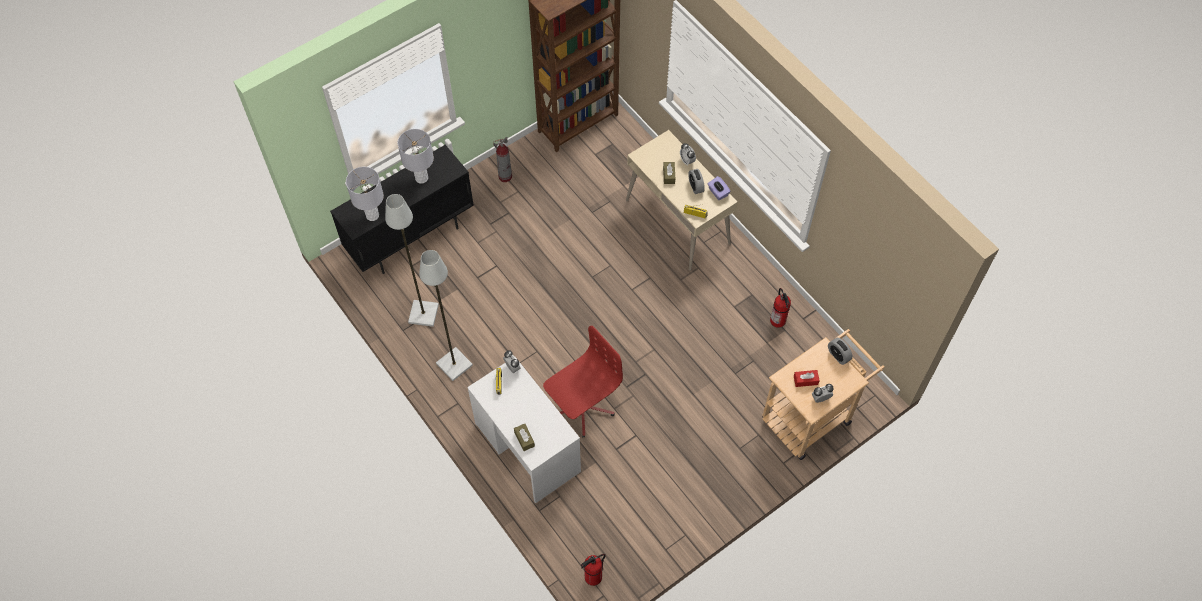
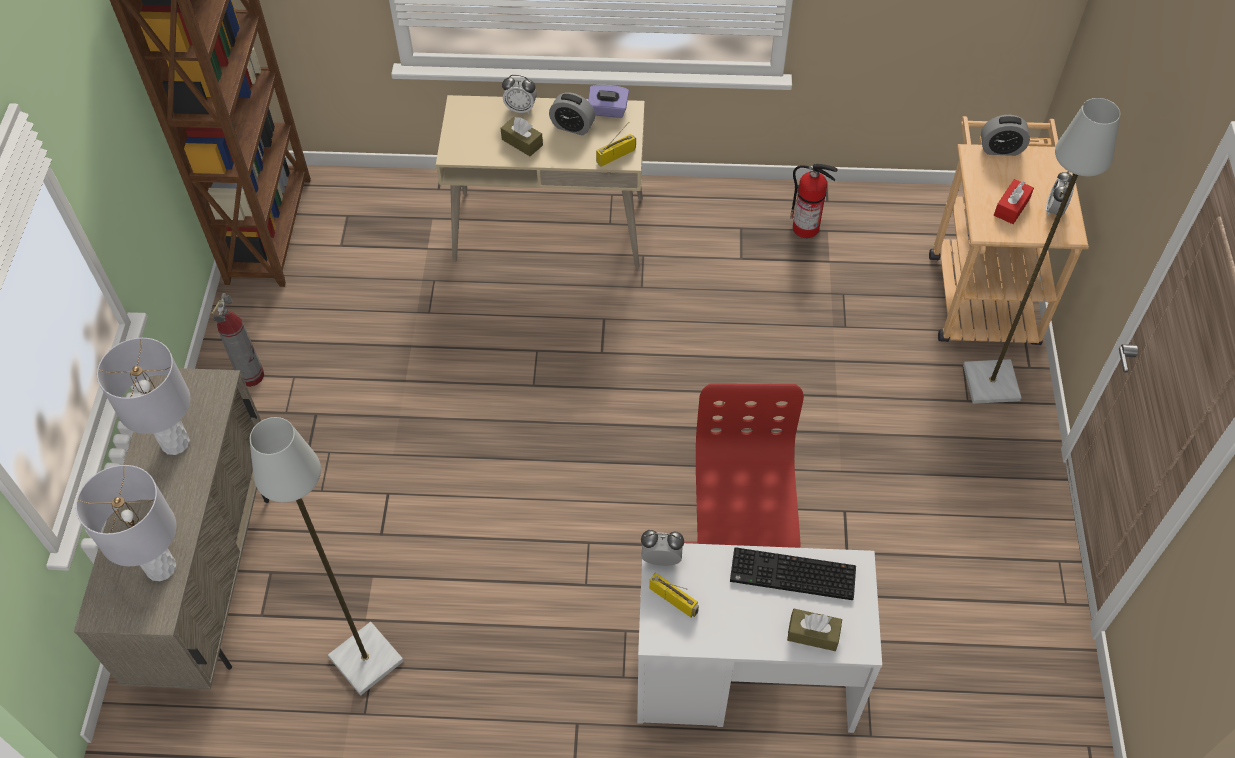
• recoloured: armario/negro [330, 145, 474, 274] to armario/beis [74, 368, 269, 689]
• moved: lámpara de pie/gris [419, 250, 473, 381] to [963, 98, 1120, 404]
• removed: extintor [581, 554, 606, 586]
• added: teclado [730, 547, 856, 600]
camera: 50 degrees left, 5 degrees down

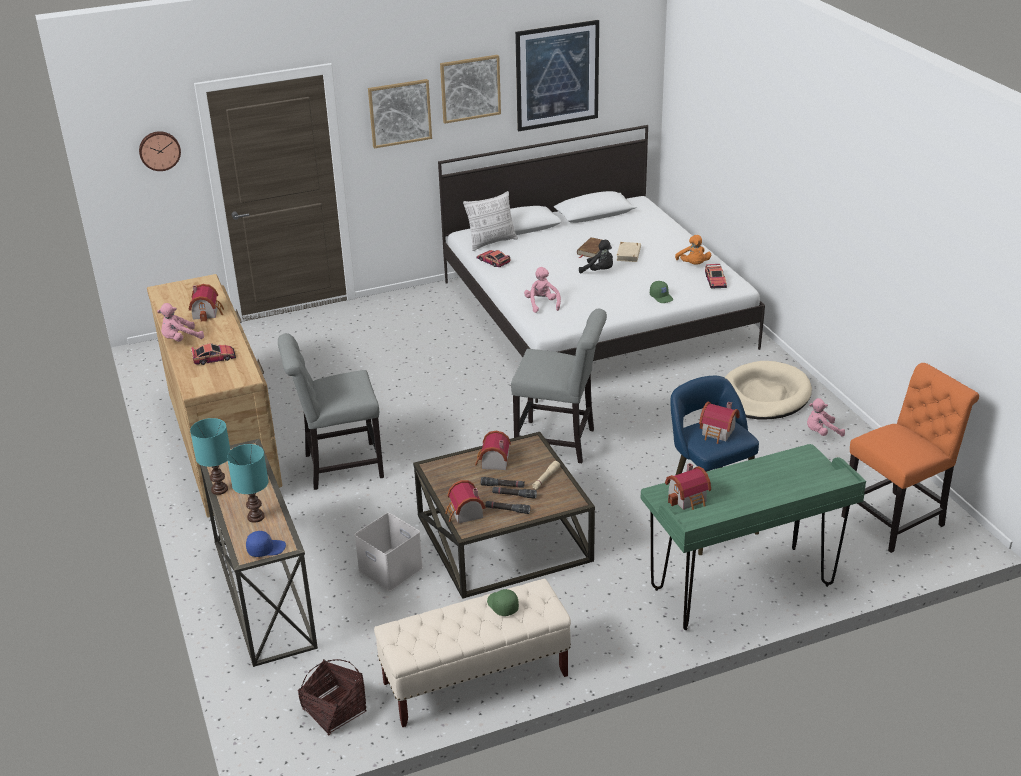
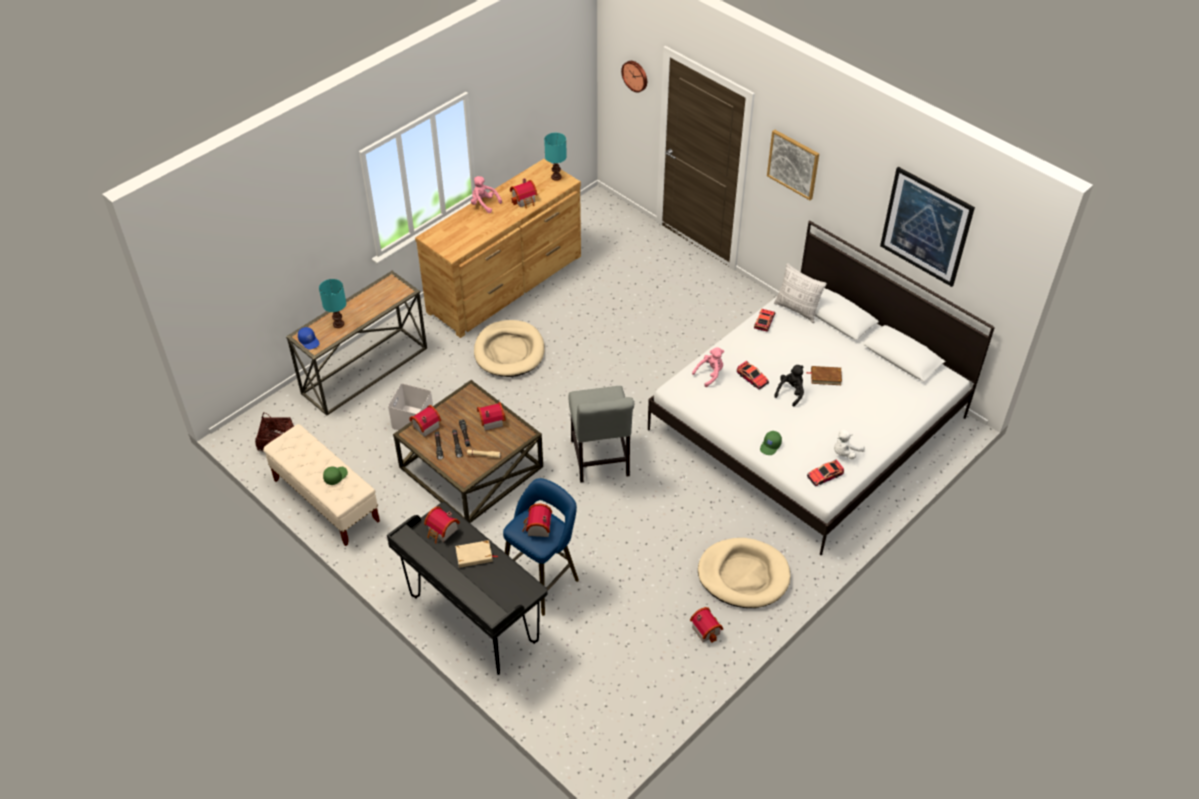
• removed: cuadro [440, 55, 501, 123]
• recoloured: peluche/naranja [675, 235, 711, 265] to peluche/blanco [834, 429, 865, 459]
• turned: peluche/negro [579, 240, 613, 274] = [774, 365, 804, 407] 150 degrees counterclockwise
• moved: libro/beis [616, 242, 641, 262] to [455, 540, 498, 568]
• replaced: silla/gris [278, 333, 384, 490] to cama para perro/beis [474, 320, 544, 377]
• moved: coche de juguete [191, 343, 236, 365] to [737, 361, 769, 390]
• removed: silla/naranja [841, 363, 979, 553]
• replaced: peluche/rosa [807, 398, 845, 436] to casita [690, 607, 723, 643]
• moved: lámpara de mesa/turquesa [190, 418, 230, 495] to [544, 133, 567, 181]
• recoloured: escritorio/verde [641, 444, 866, 630] to escritorio/negro [387, 502, 548, 675]
camera: 65 degrees right, 15 degrees up

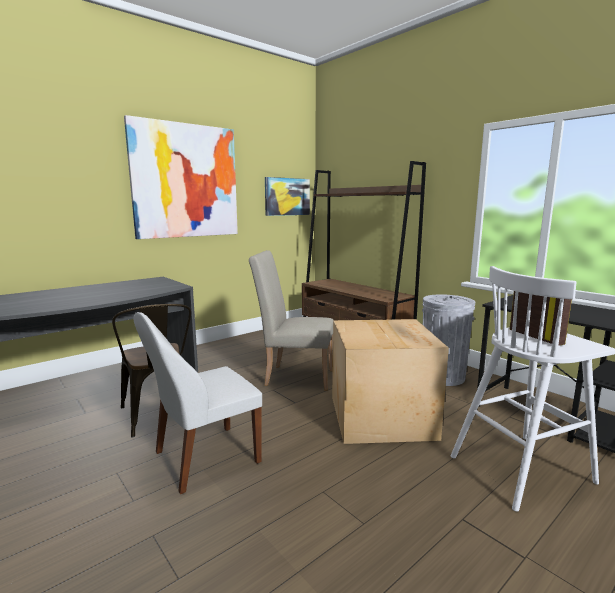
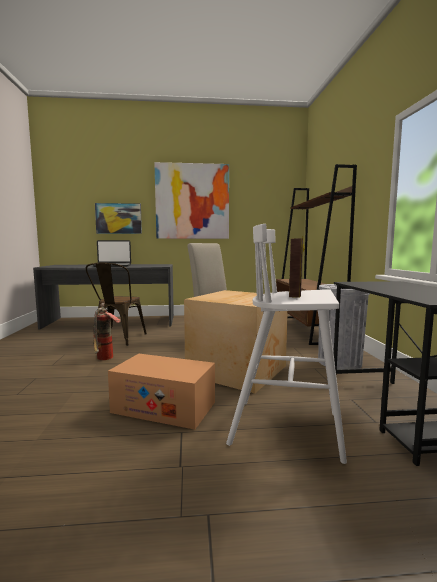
• moved: cuadro [265, 177, 310, 216] to [95, 203, 142, 234]
• replaced: silla/blanco [133, 312, 262, 494] to extintor [93, 303, 121, 360]
• added: portátil [93, 240, 131, 267]
• added: caja de cartón [108, 354, 215, 430]
camera: 35 degrees right, 5 degrees down

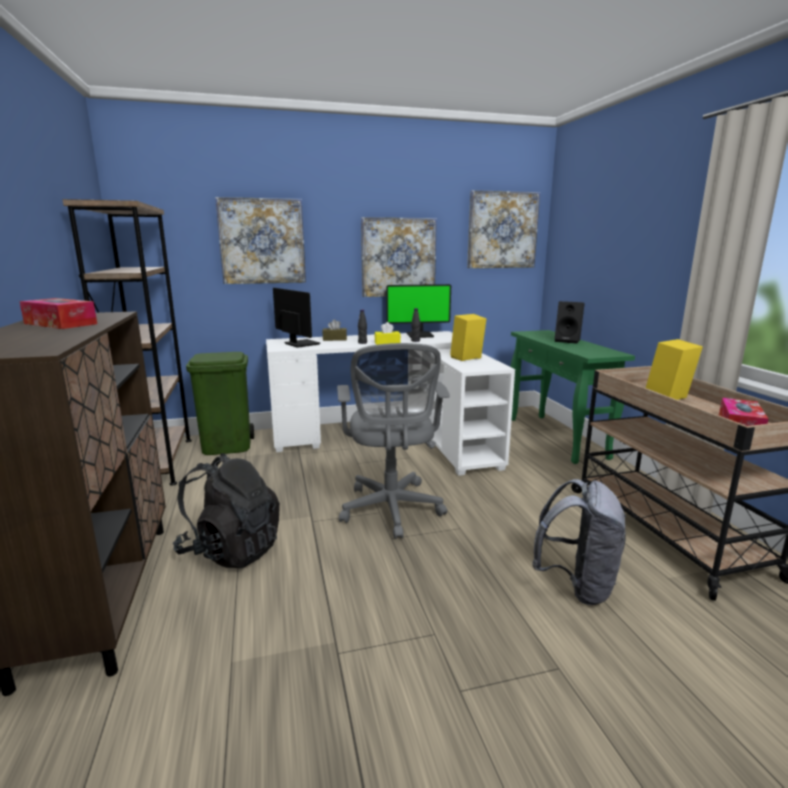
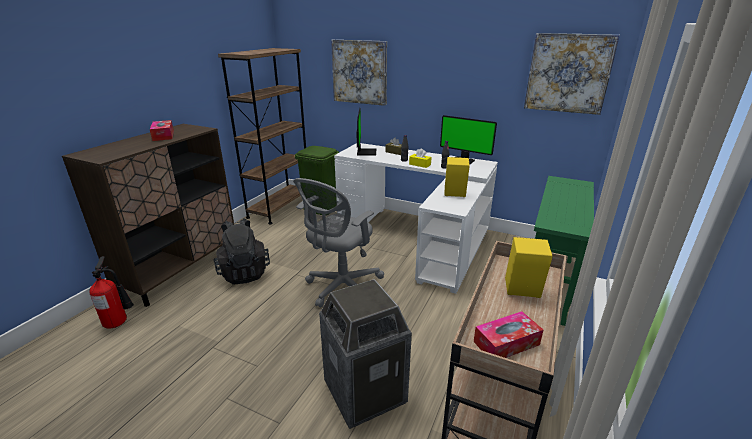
• removed: cuadro [361, 217, 437, 297]
• removed: altavoz/negro [555, 301, 585, 344]
• replaced: mochila/gris [532, 479, 626, 605] to papelera [319, 279, 412, 429]
• added: extintor [90, 256, 134, 329]
camera: 40 degrees right, 10 degrees up

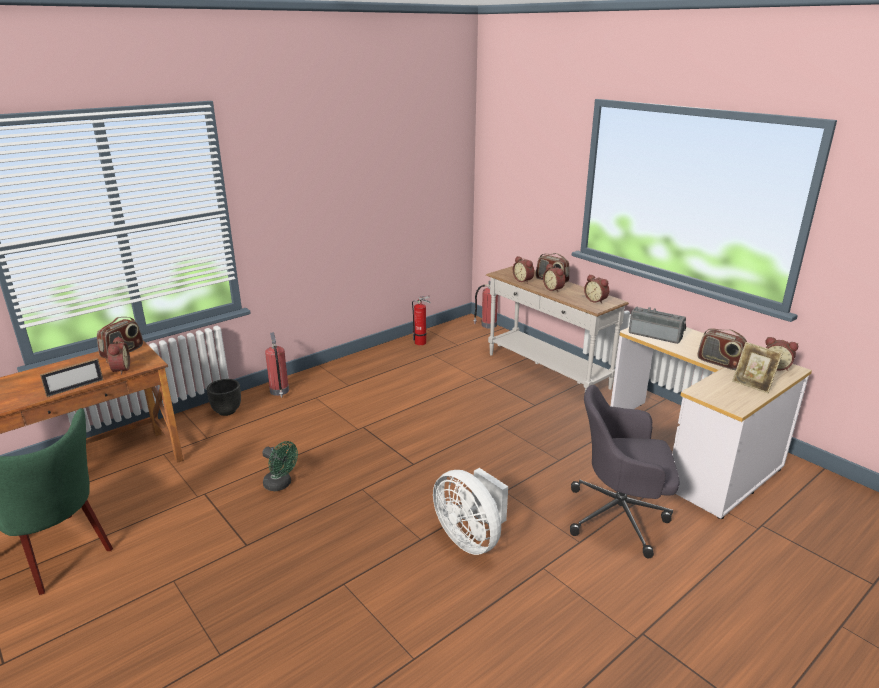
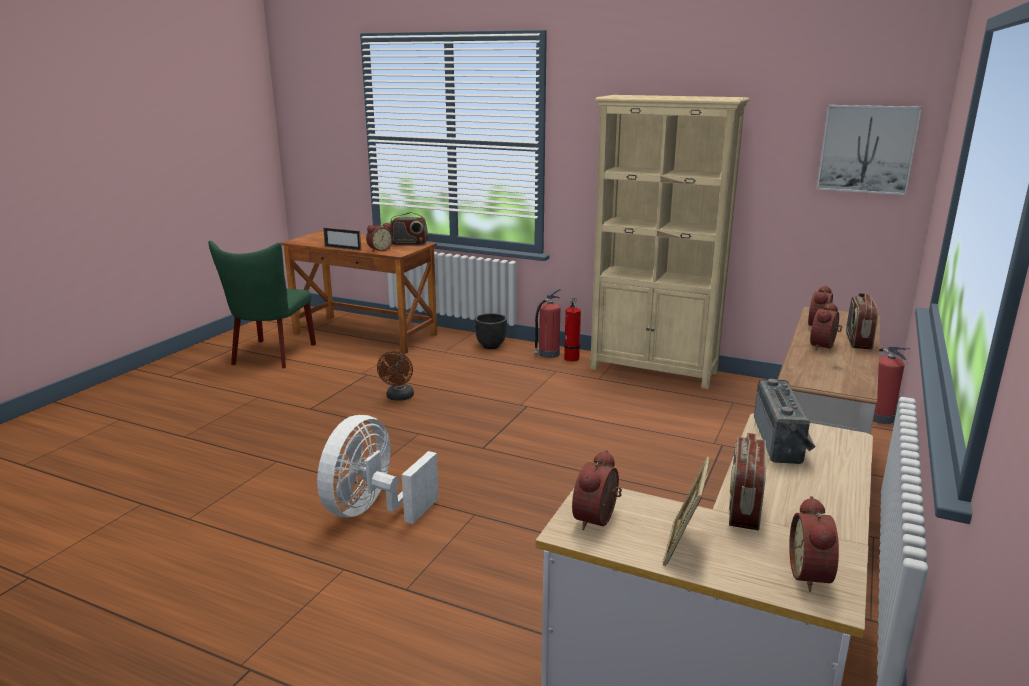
• moved: despertador [584, 274, 609, 304] to [572, 450, 622, 530]
• moved: extintor [412, 296, 431, 345] to [564, 298, 581, 361]
• removed: silla de oficina/gris [570, 385, 680, 558]
• recoloured: ventilador/verde [262, 441, 298, 491] to ventilador/marrón [377, 351, 414, 401]
• added: estantería/beis [590, 95, 750, 389]
• added: cuadro [816, 105, 922, 195]
camera: 65 degrees right, 5 degrees down

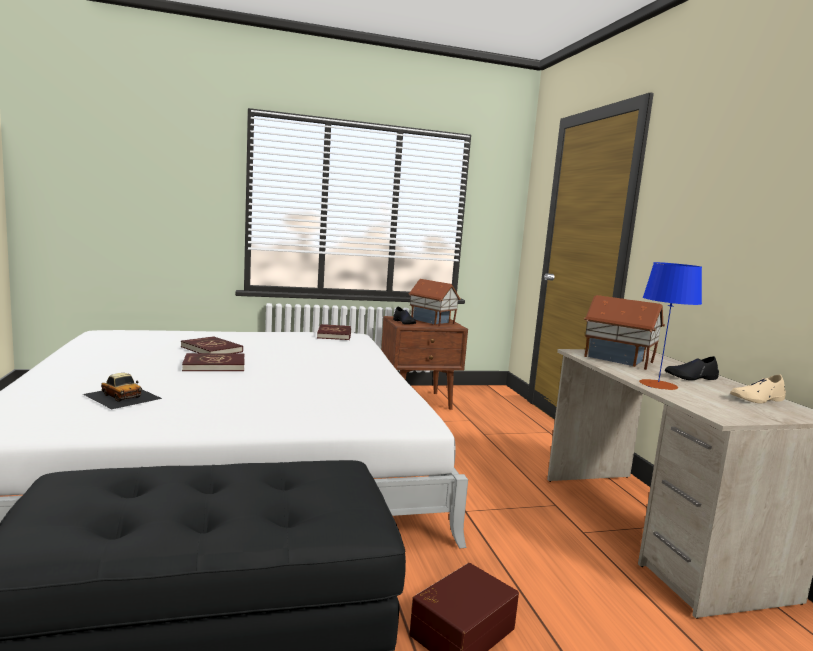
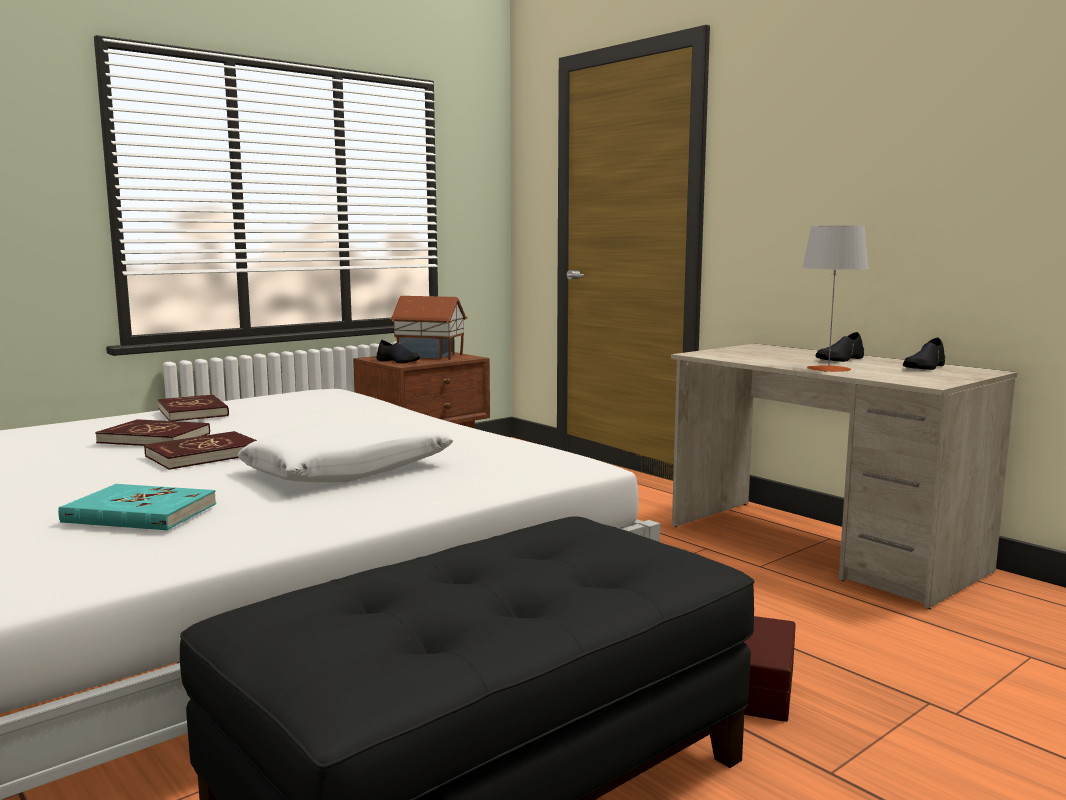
• recoloured: lámpara de mesa/azul [639, 262, 702, 390] to lámpara de mesa/gris [802, 225, 869, 372]
• removed: casita [584, 295, 665, 370]
• moved: libro/rojo [317, 324, 351, 340] to [158, 394, 229, 421]
• replaced: coche de juguete [83, 373, 162, 409] to libro/turquesa [58, 484, 216, 530]
• recoloured: zapato/beis [730, 374, 786, 403] to zapato/negro [903, 337, 945, 370]
• added: cojín/blanco [237, 419, 453, 482]
camera: 25 degrees left, 0 degrees up

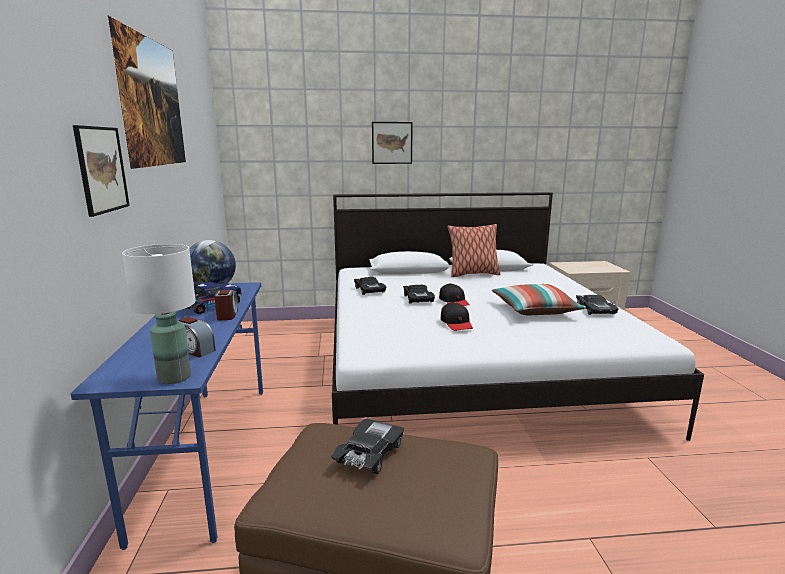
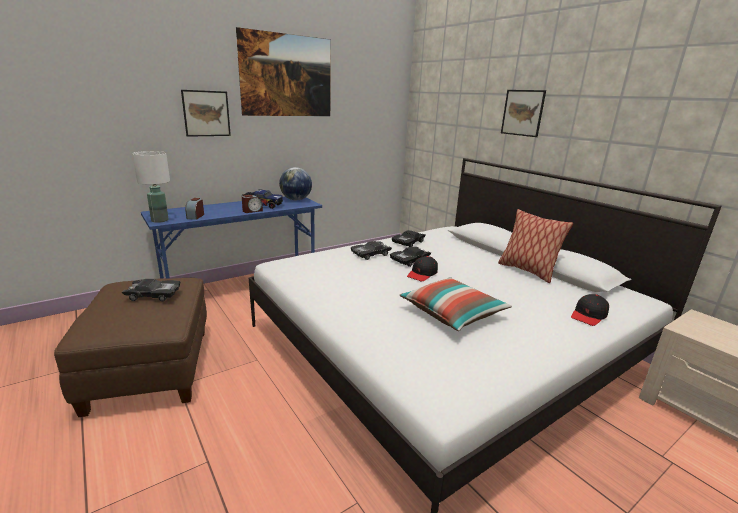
• moved: coche de juguete/negro [576, 295, 619, 315] to [351, 241, 392, 260]
• moved: gorra/negro [441, 302, 473, 331] to [571, 294, 609, 326]
camera: 60 degrees right, 5 degrees up

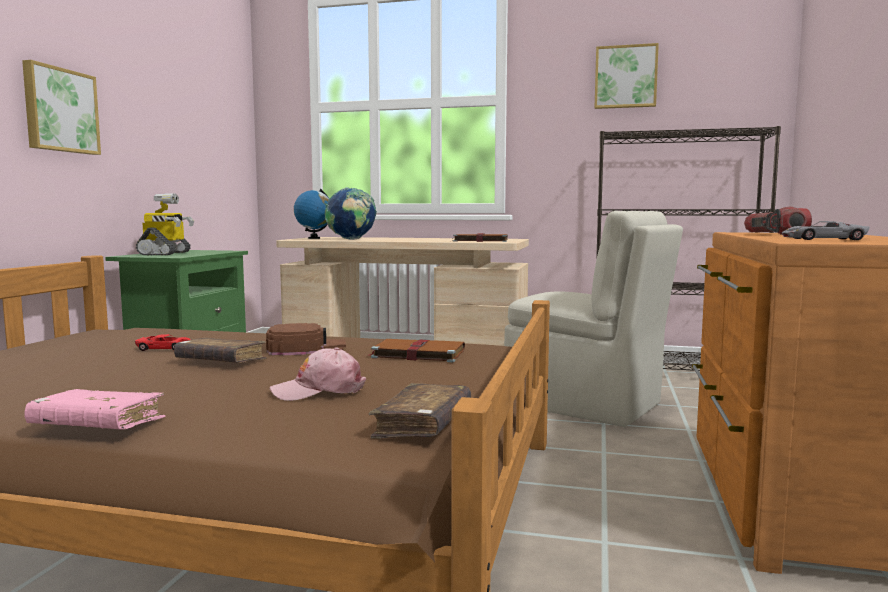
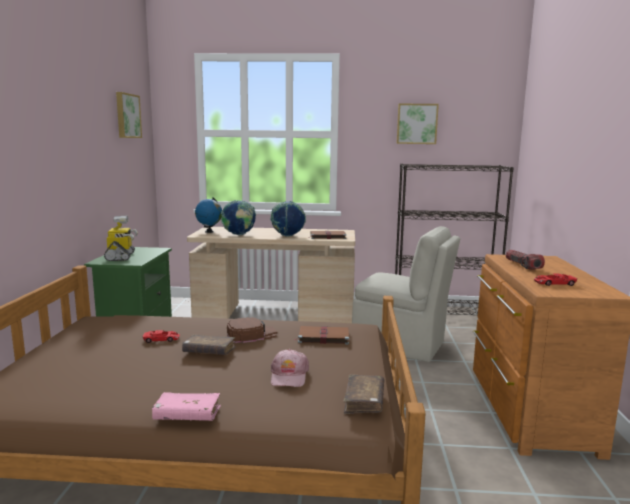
• moved: cuadro [22, 60, 101, 155] to [116, 92, 142, 138]
• recoloured: coche de juguete/gris [782, 221, 870, 240] to coche de juguete/rojo [534, 273, 577, 286]
• turned: gorra/rosa [270, 347, 366, 401] = [271, 349, 309, 387] 60 degrees counterclockwise
• added: globo terráqueo [270, 201, 306, 237]
camera: 10 degrees left, 5 degrees up

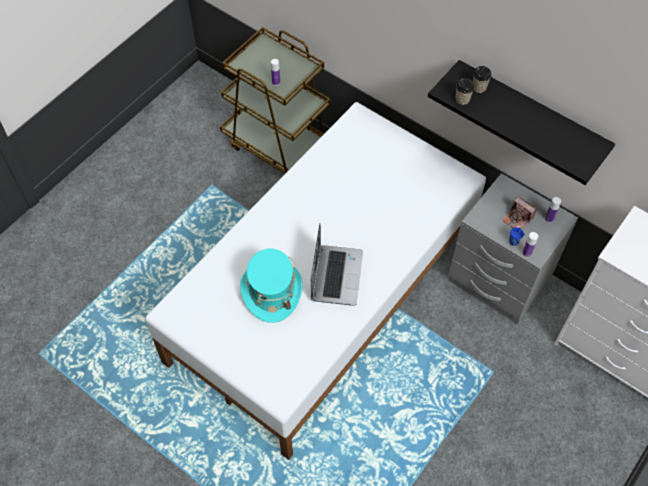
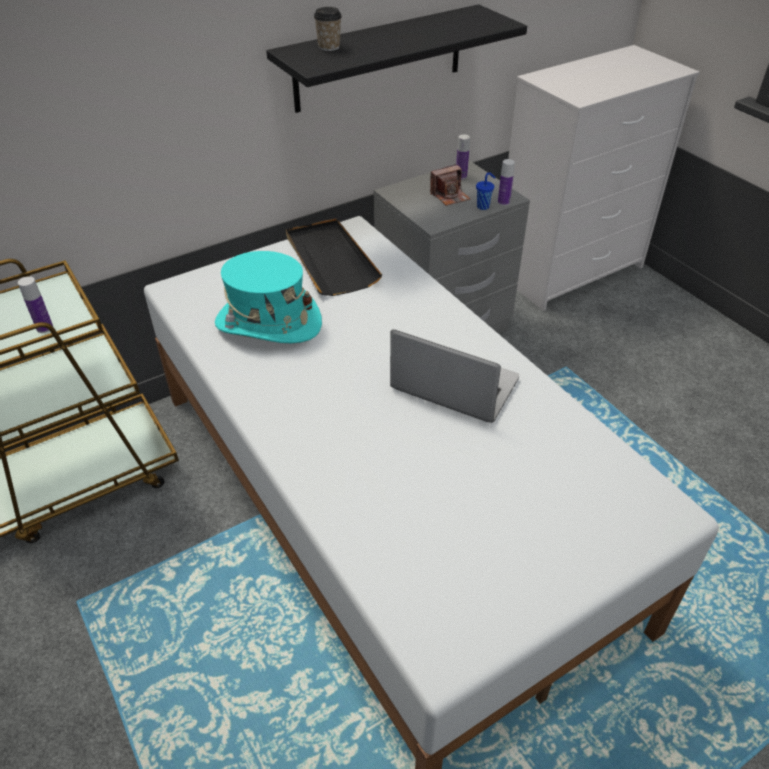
• removed: taza [456, 78, 475, 105]
• moved: sombrero/turquesa [240, 249, 302, 323] to [215, 251, 322, 343]
• added: bandeja/negro [286, 218, 382, 296]
camera: 70 degrees left, 15 degrees down

